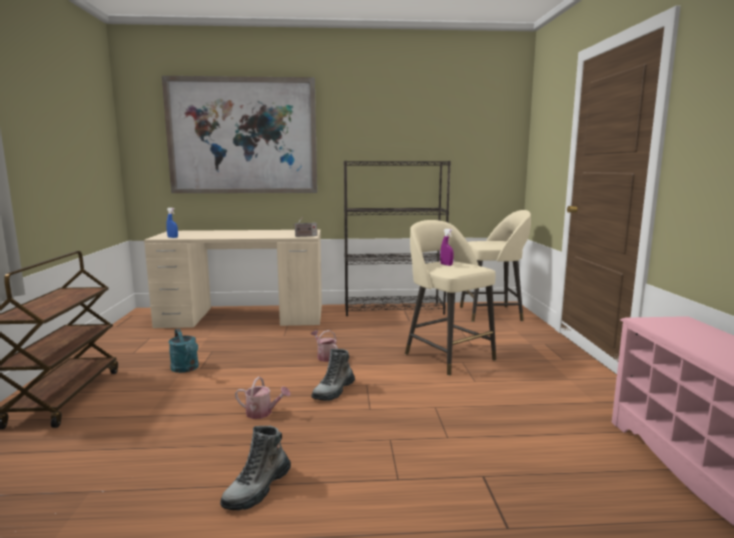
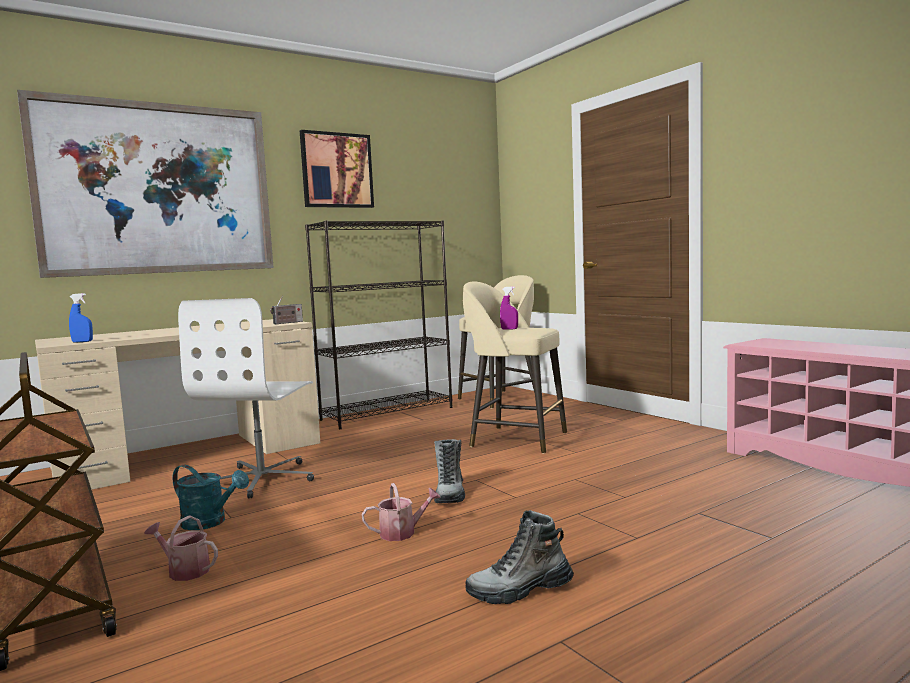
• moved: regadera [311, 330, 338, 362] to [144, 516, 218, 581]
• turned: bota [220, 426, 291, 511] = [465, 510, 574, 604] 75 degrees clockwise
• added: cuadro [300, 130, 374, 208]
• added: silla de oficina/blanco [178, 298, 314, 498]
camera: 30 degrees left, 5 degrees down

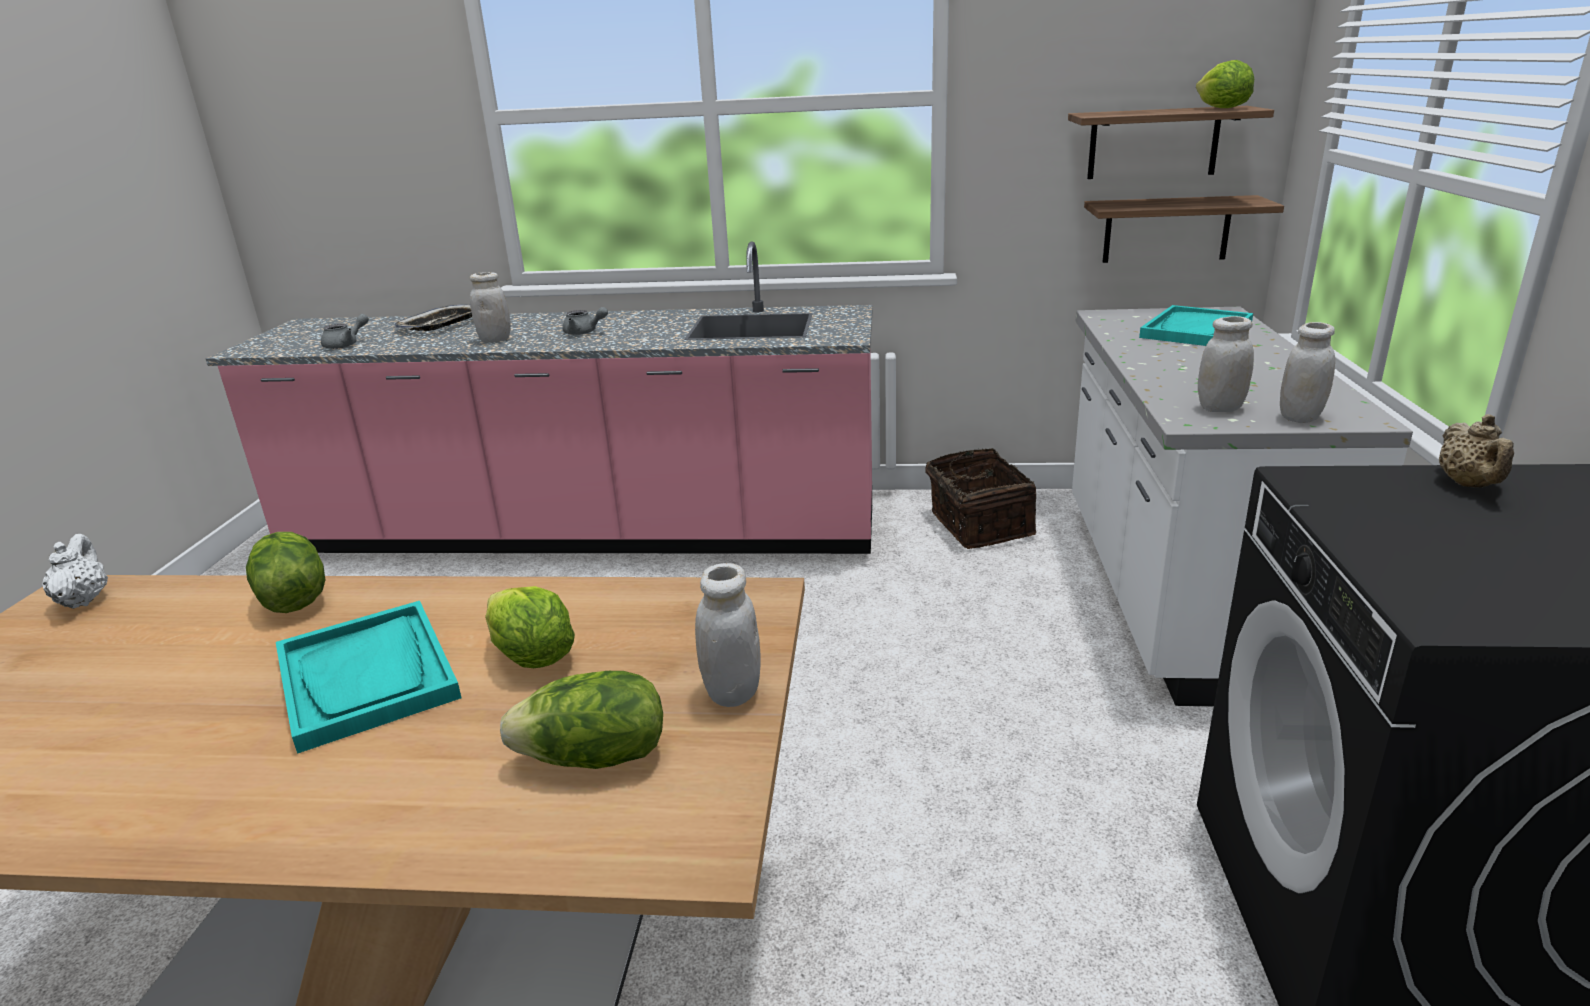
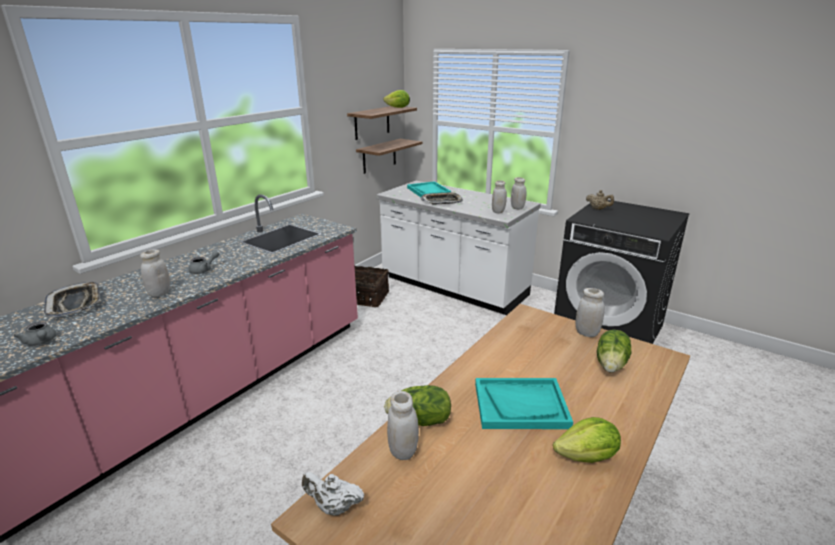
• turned: tetera/gris [321, 314, 369, 349] = [13, 322, 56, 346] 150 degrees clockwise
• moved: lechuga [485, 586, 575, 668] to [553, 417, 621, 463]
• added: bandeja [421, 192, 463, 205]
• added: tarro/blanco [387, 391, 419, 460]
camera: 60 degrees left, 0 degrees up

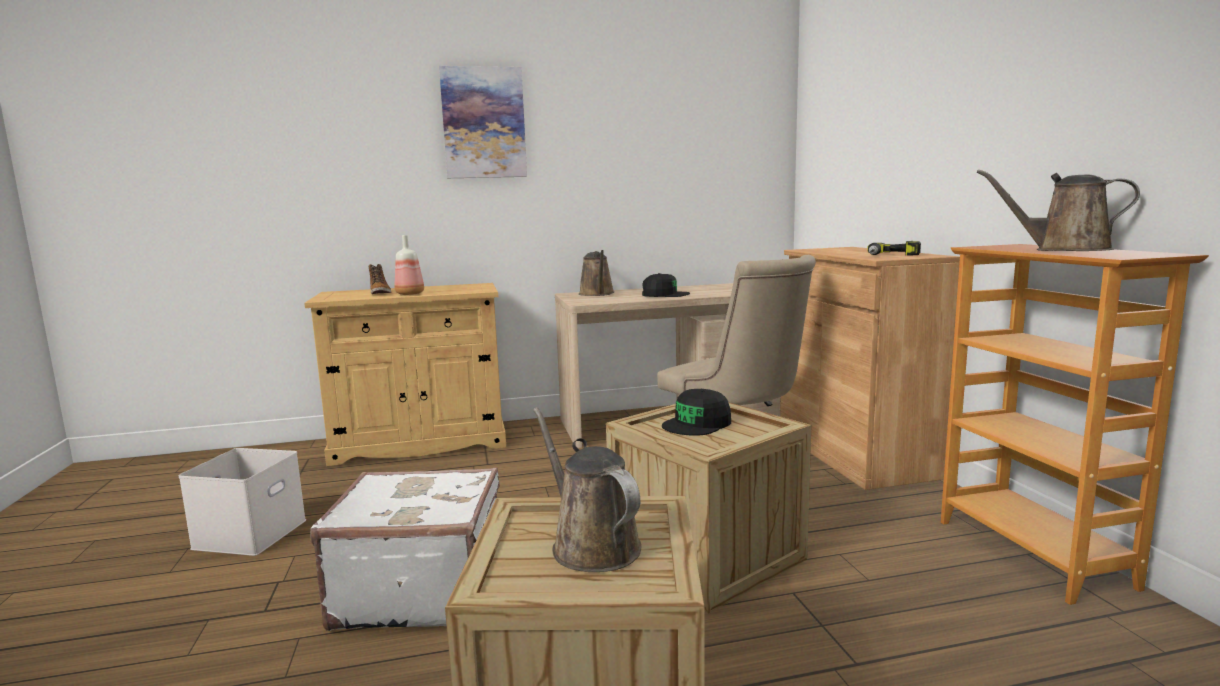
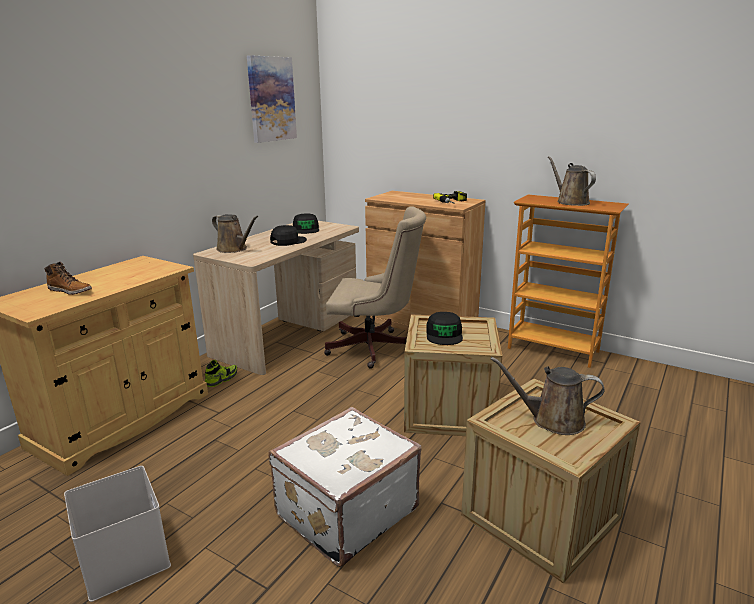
• moved: cuadro [439, 66, 527, 178] to [247, 55, 297, 143]
• turned: regadera/marrón [977, 170, 1140, 251] = [548, 156, 596, 206] 90 degrees clockwise
• removed: botella [395, 235, 424, 295]
• added: gorra/negro [293, 214, 319, 234]
• added: zapato [205, 360, 237, 387]
camera: 45 degrees left, 10 degrees up

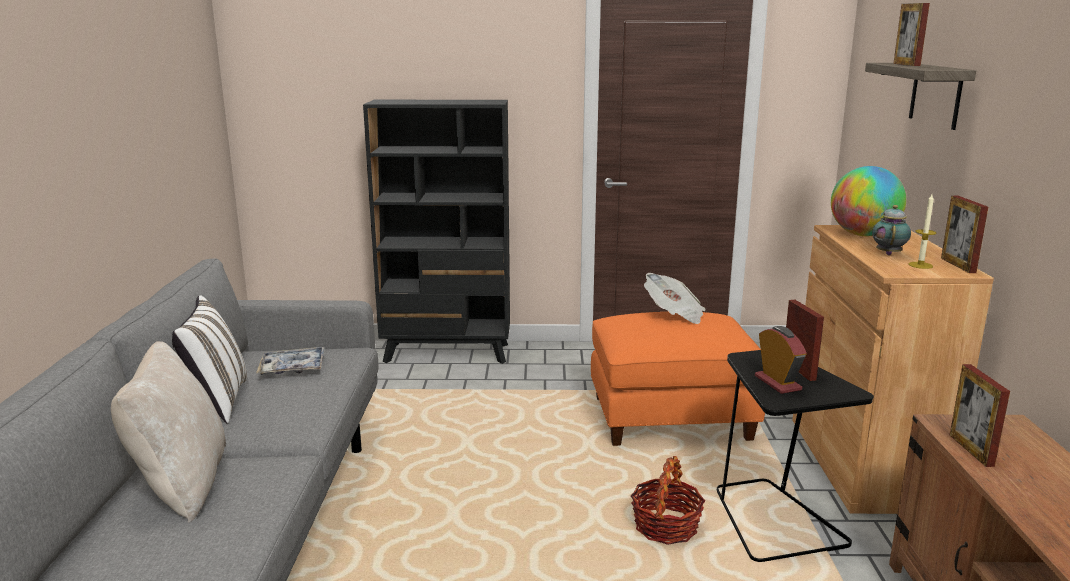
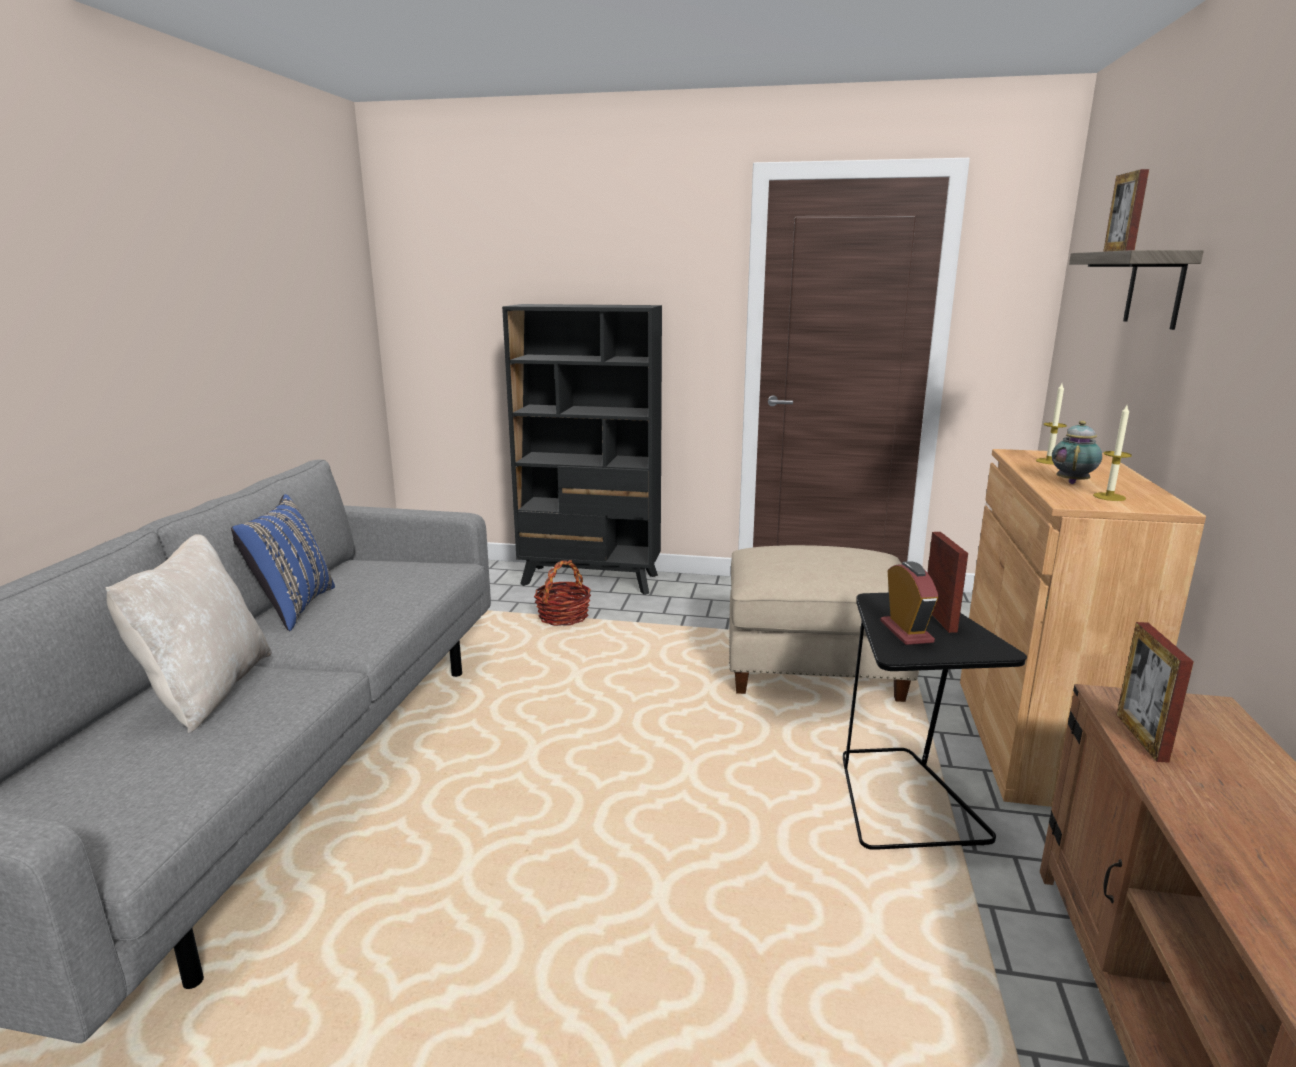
• replaced: globo terráqueo [831, 166, 906, 236] to vela [1036, 383, 1067, 464]
• removed: portarretratos [941, 196, 988, 273]
• removed: periódico [644, 273, 705, 324]
• recoloured: cojín/blanco [172, 295, 247, 424] to cojín/azul [231, 494, 335, 631]
• recoloured: puf/naranja [591, 312, 765, 446] to puf/beis [729, 545, 919, 702]
• removed: bandeja [256, 347, 325, 375]
• moved: cesta [631, 456, 705, 545] to [534, 560, 591, 626]
camera: 10 degrees right, 0 degrees up

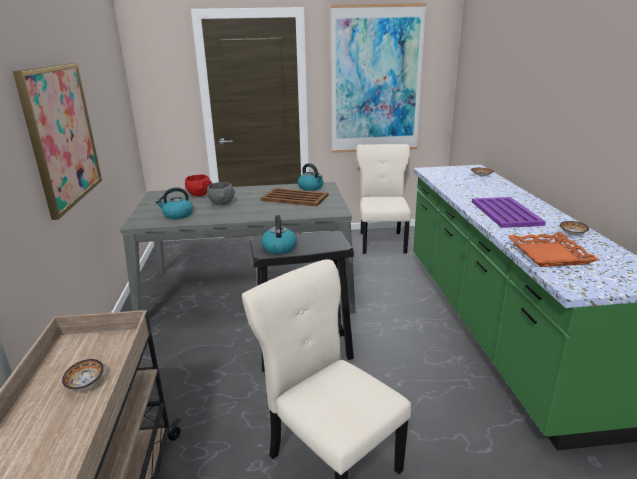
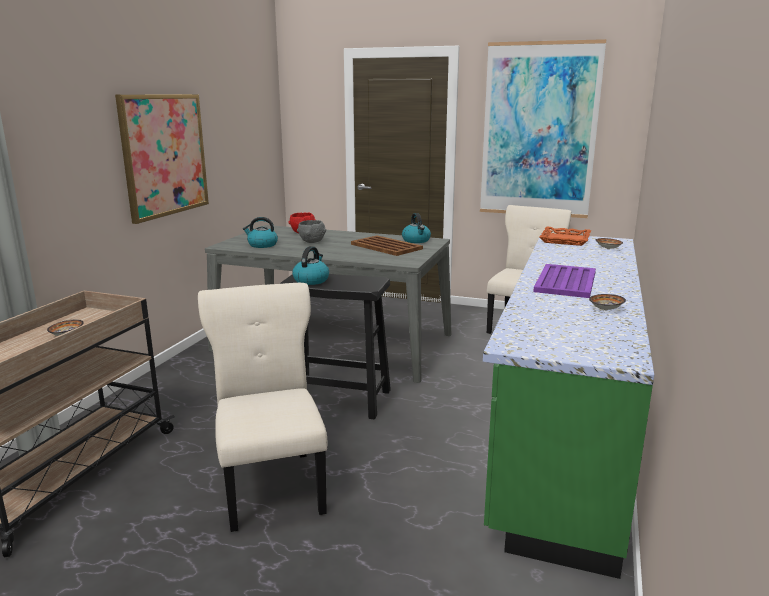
• moved: bandeja/naranja [508, 233, 599, 267] to [539, 227, 591, 246]
camera: 25 degrees right, 5 degrees down

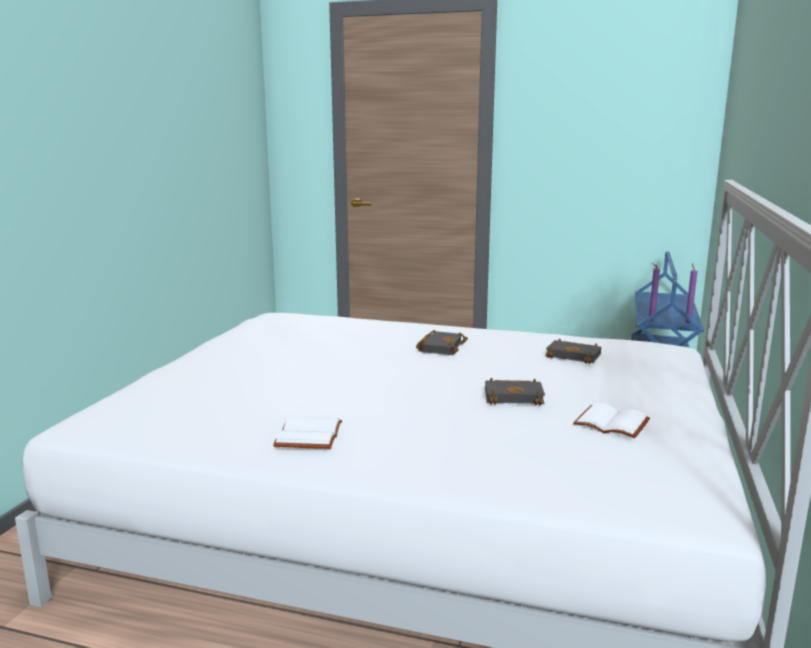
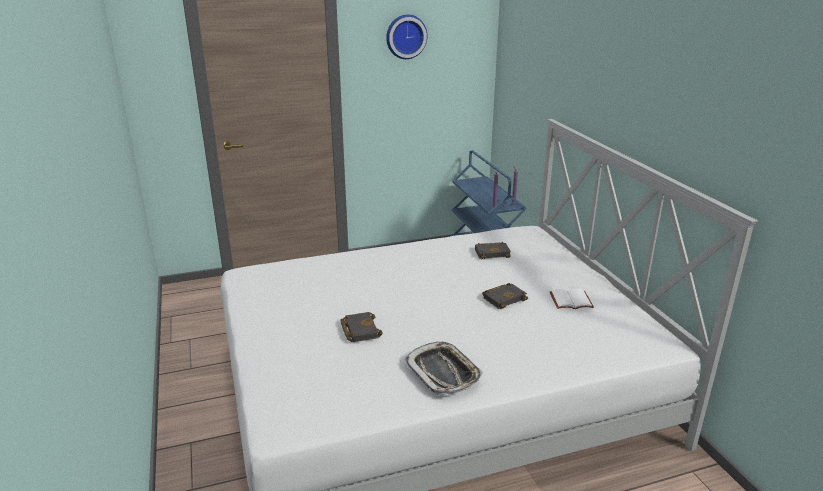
• moved: libro/negro [416, 330, 468, 355] to [340, 312, 383, 342]
• replaced: libro/blanco [273, 416, 342, 449] to bandeja [404, 342, 483, 396]
• added: reloj de pared [386, 14, 427, 59]
camera: 35 degrees left, 10 degrees up

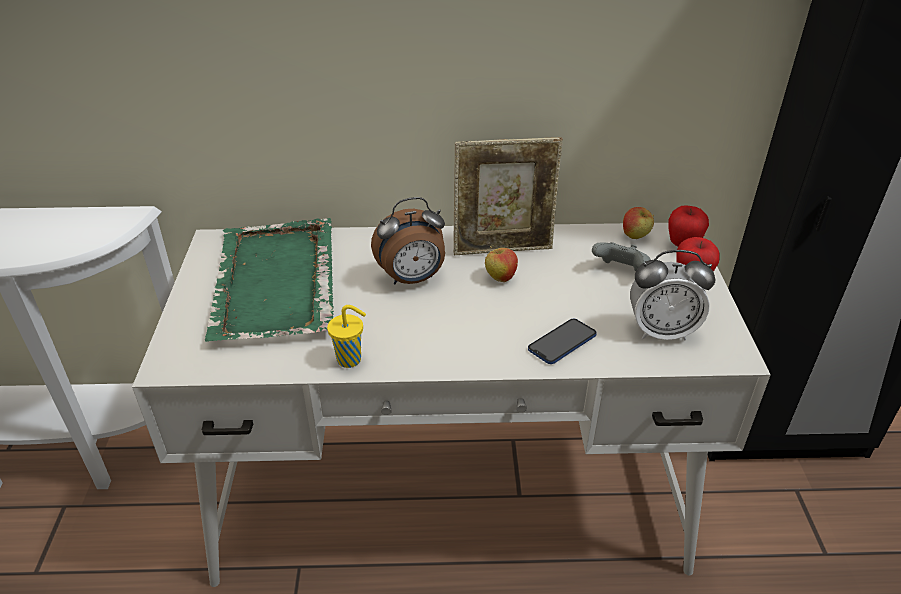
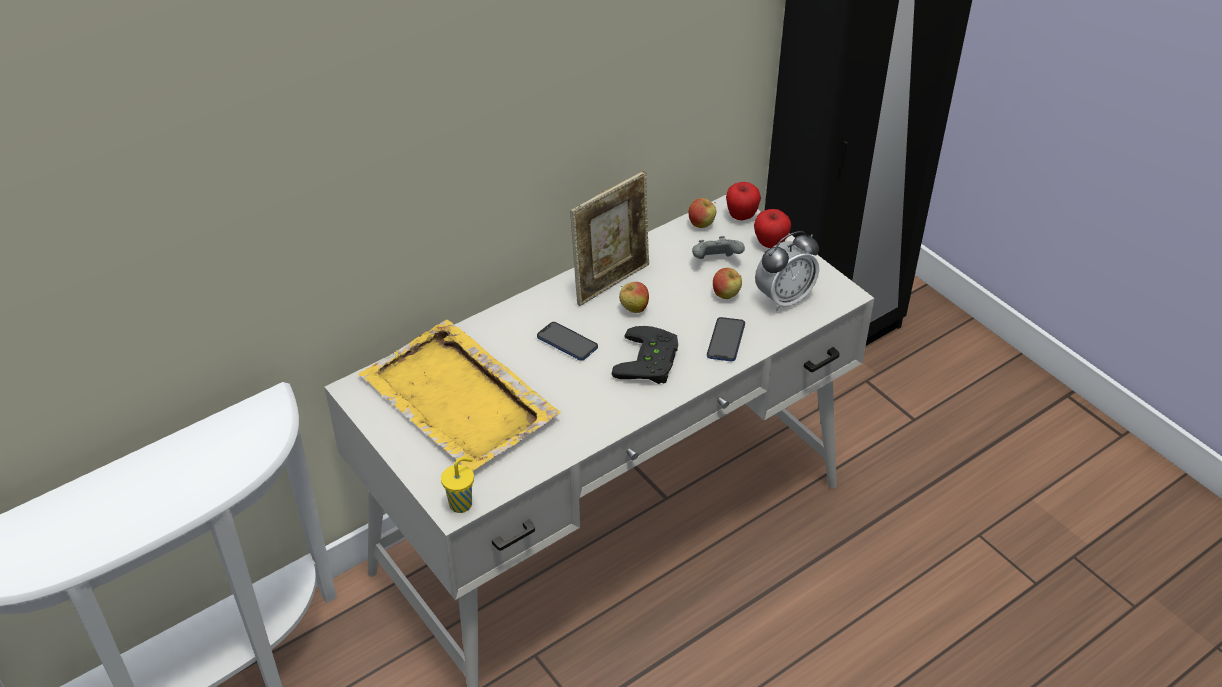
• replaced: despertador [371, 197, 445, 285] to móvil [537, 322, 598, 361]
• recoloured: bandeja/verde [205, 218, 334, 342] to bandeja/amarillo [358, 320, 561, 471]
• moved: taza/amarillo [327, 305, 366, 368] to [441, 457, 474, 513]
• added: manzana [713, 268, 742, 299]
• added: mando de consola/negro [611, 326, 678, 384]
camera: 35 degrees left, 5 degrees up

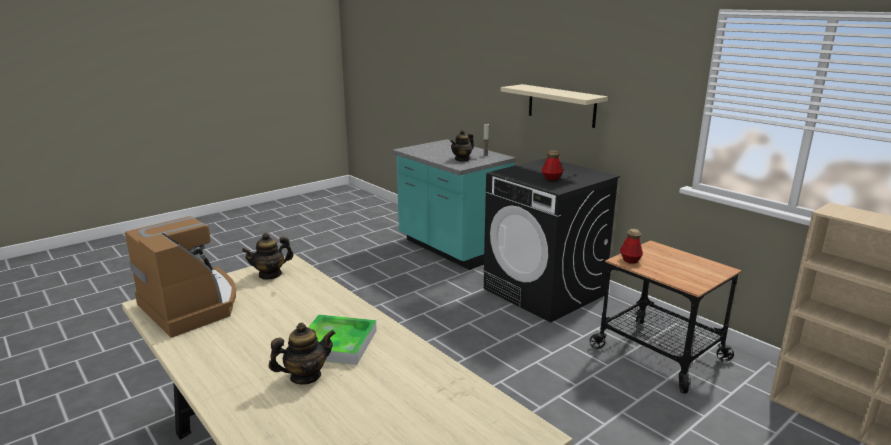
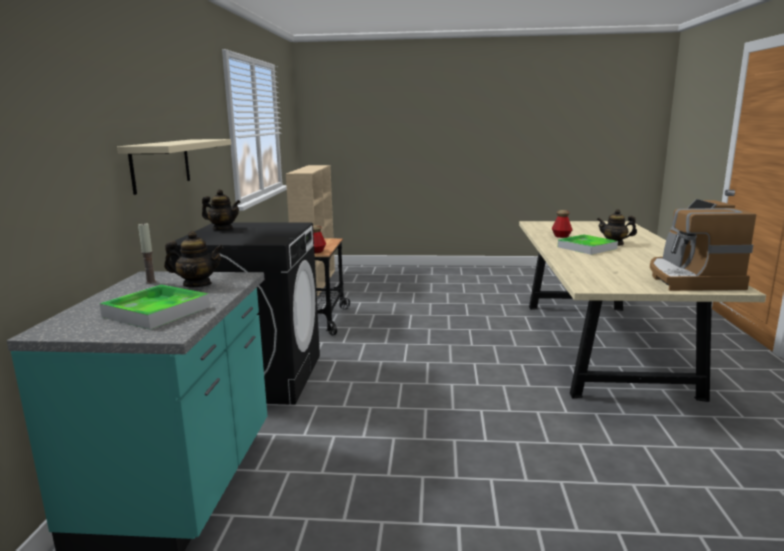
• moved: botella [542, 150, 563, 181] to [552, 210, 572, 238]
• moved: tetera [242, 233, 294, 280] to [202, 189, 241, 230]
• added: bandeja [99, 285, 210, 330]
camera: 135 degrees left, 5 degrees down

